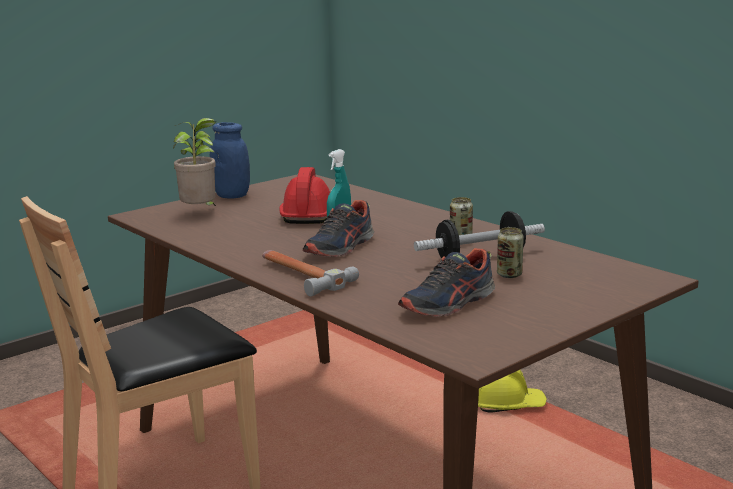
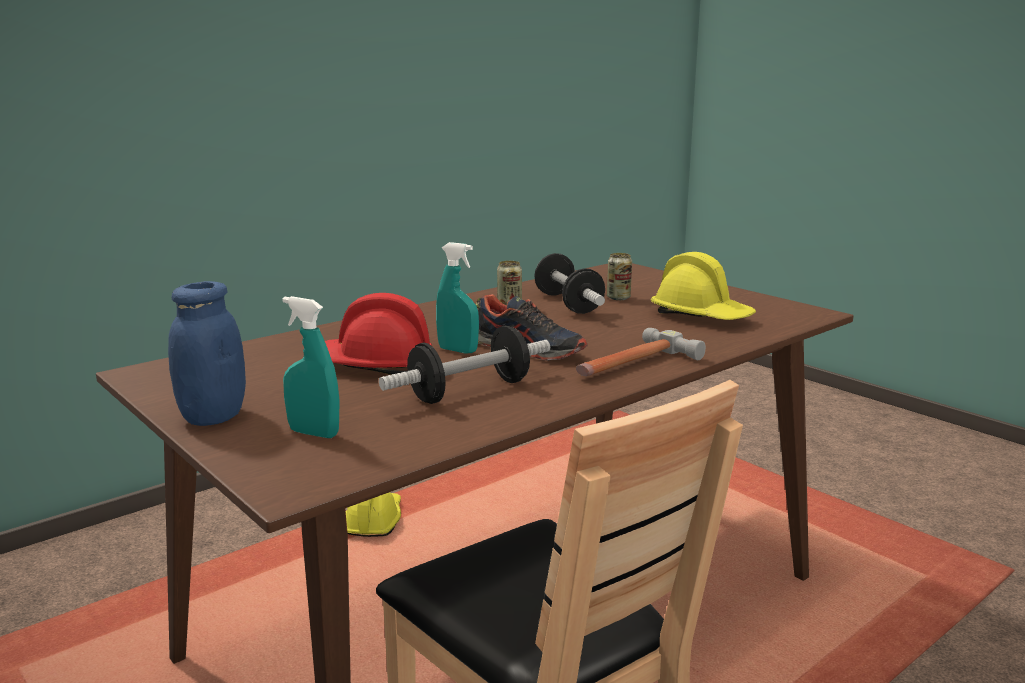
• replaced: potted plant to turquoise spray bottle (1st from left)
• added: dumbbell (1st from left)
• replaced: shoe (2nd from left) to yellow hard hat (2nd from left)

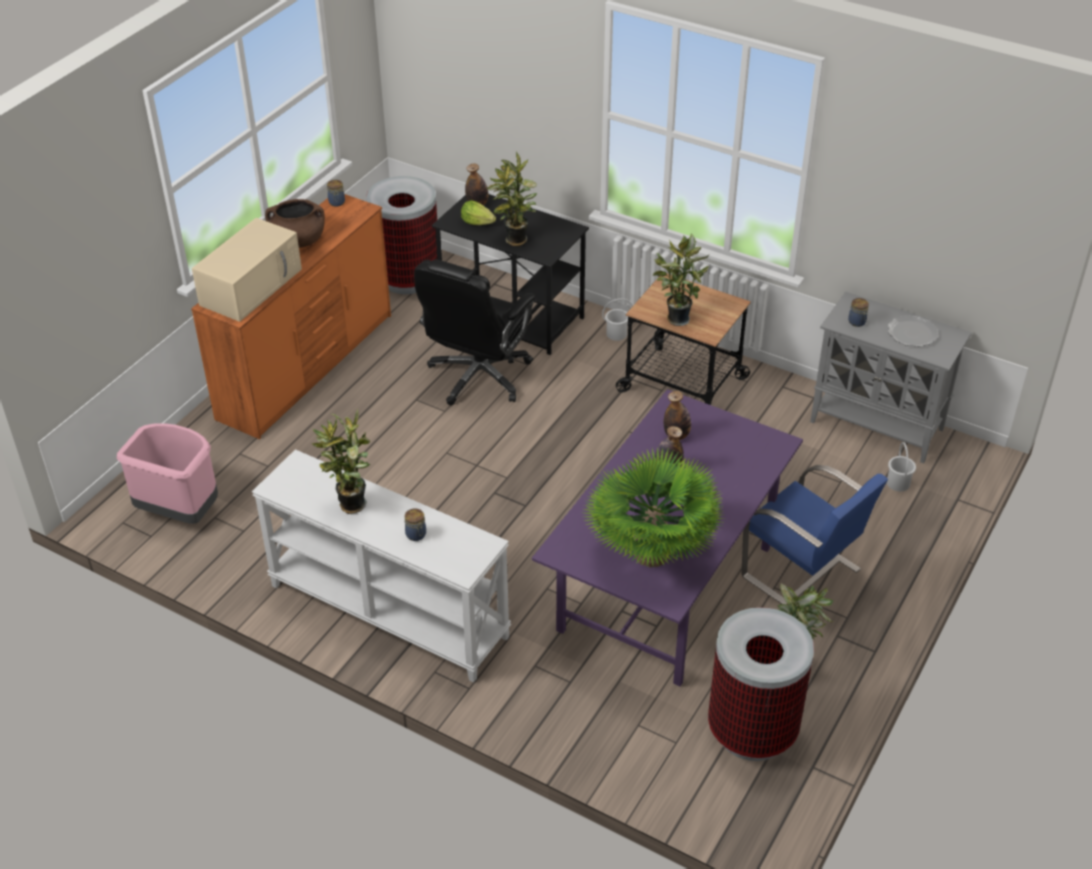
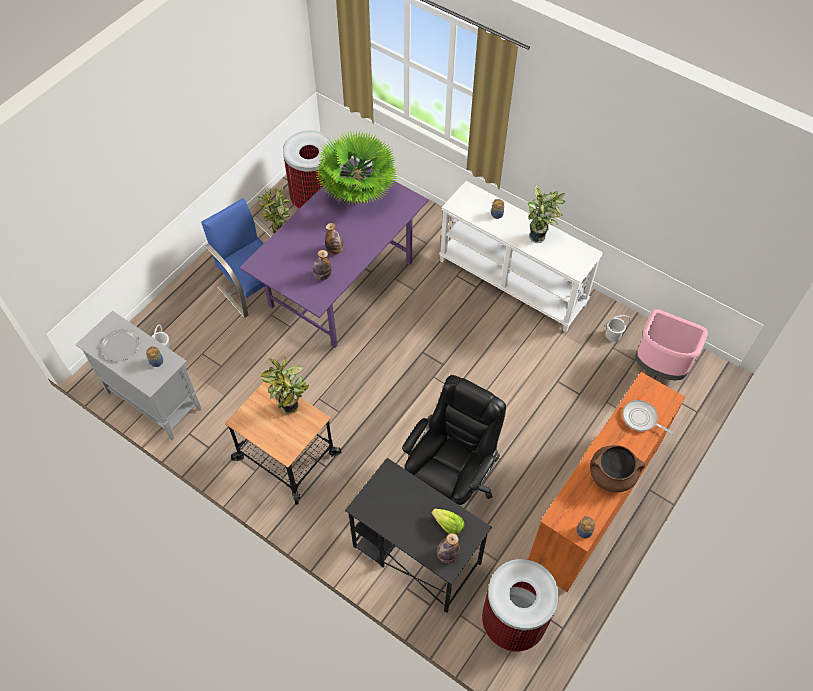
• moved: white bucket (1st from left in the first image) to white bucket (2nd from left)
• replaced: beige microwave to frying pan
• removed: potted plant (2nd from left)

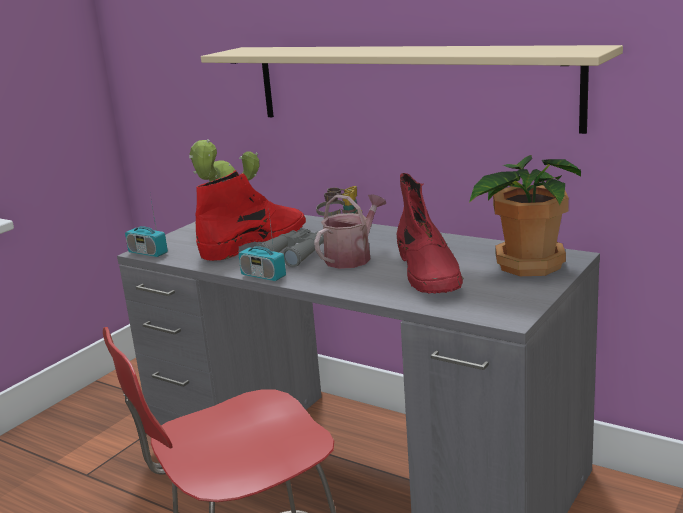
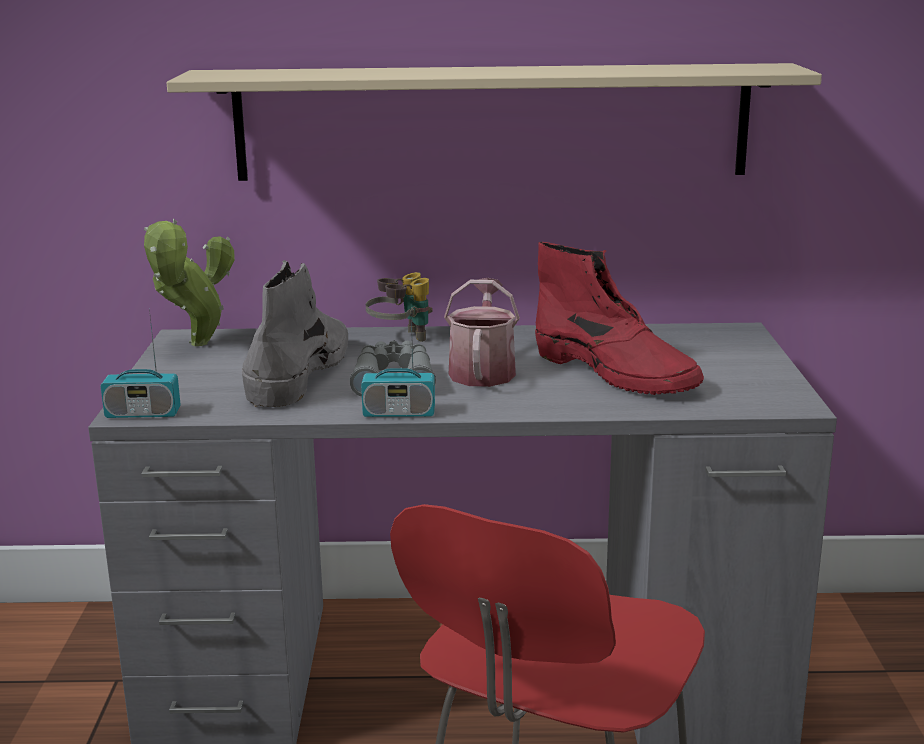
• recoloured: red boot (1st from left) to grey boot
• removed: potted plant (2nd from left)

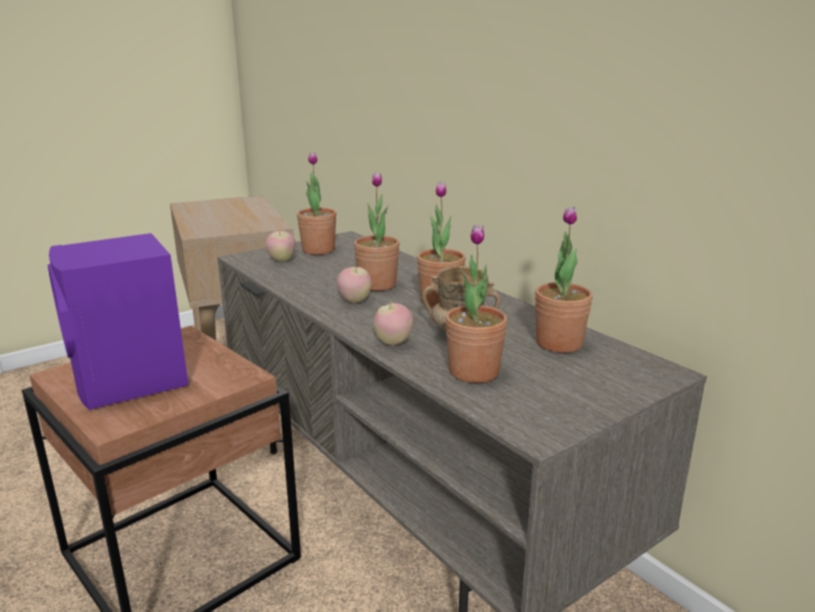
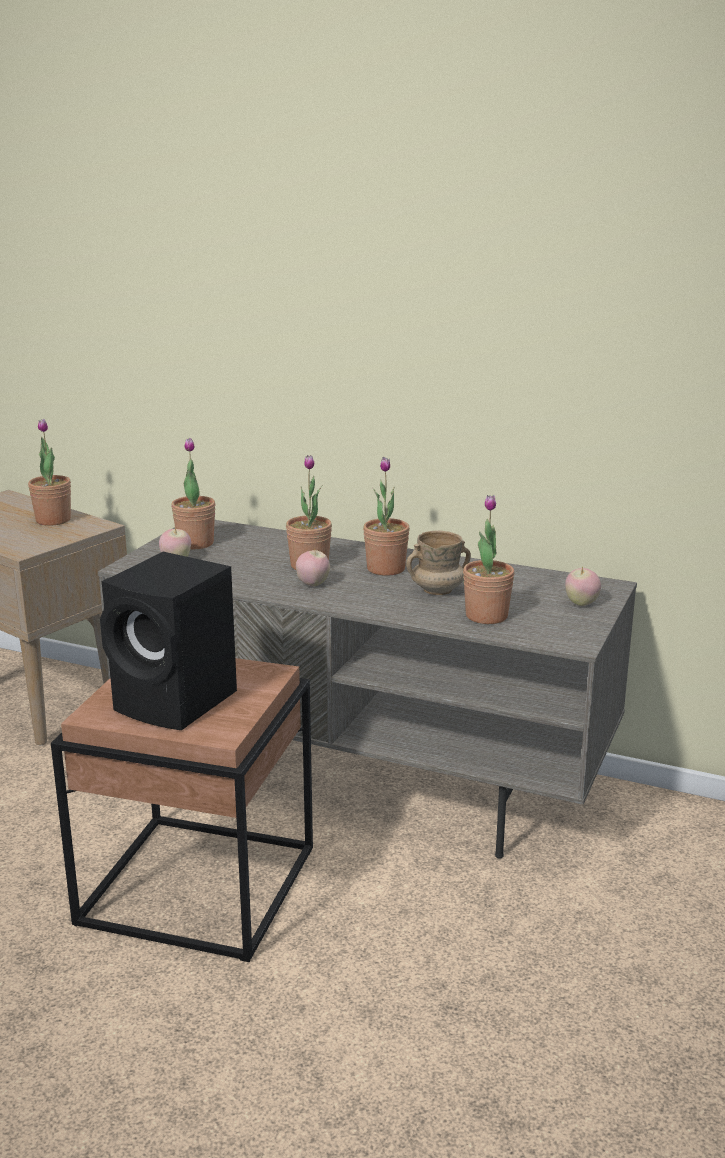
• moved: potted plant (5th from left in the first image) to potted plant (1st from left)
• recoloured: purple speaker to black speaker
• moved: apple (3rd from left)

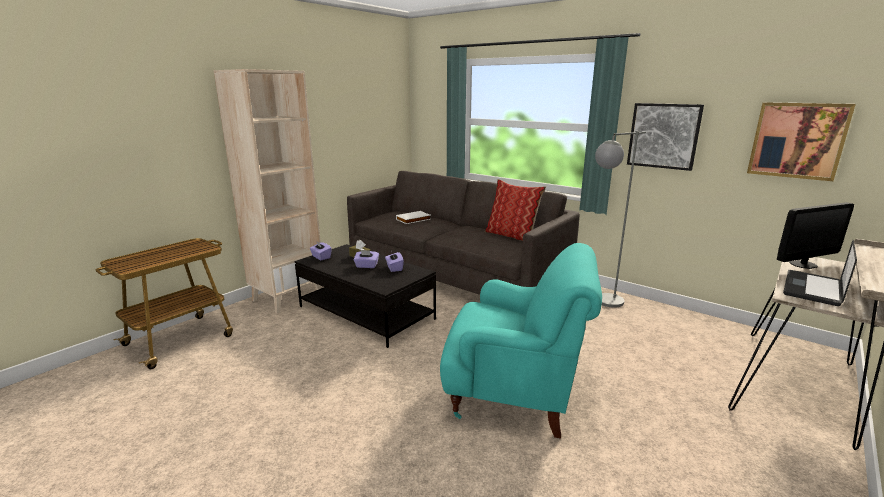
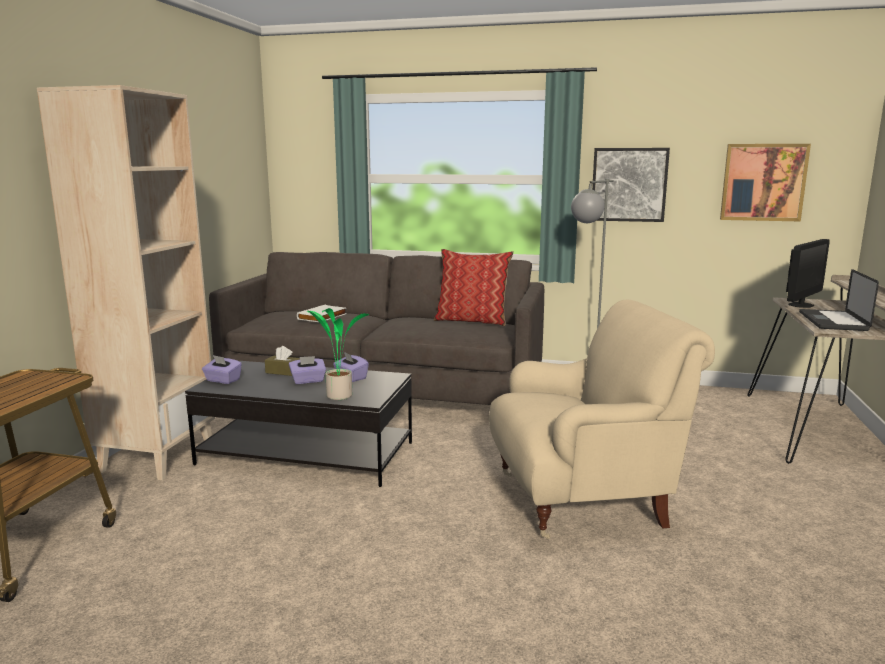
• added: potted plant
• recoloured: turquoise armchair to beige armchair

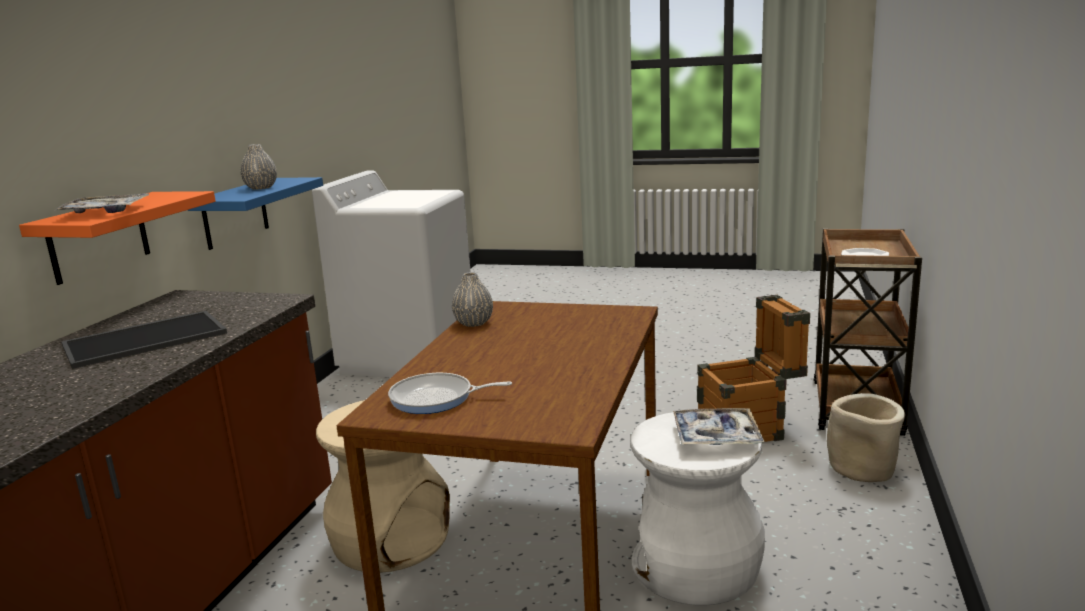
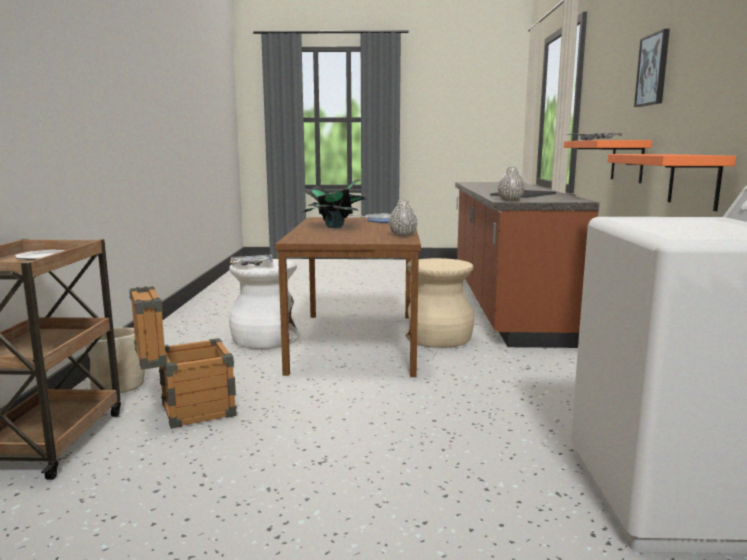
• added: potted plant
• moved: grey vase (1st from left in the first image) to grey vase (2nd from left)
• recoloured: blue shelf to orange shelf (2nd from left)
• added: picture

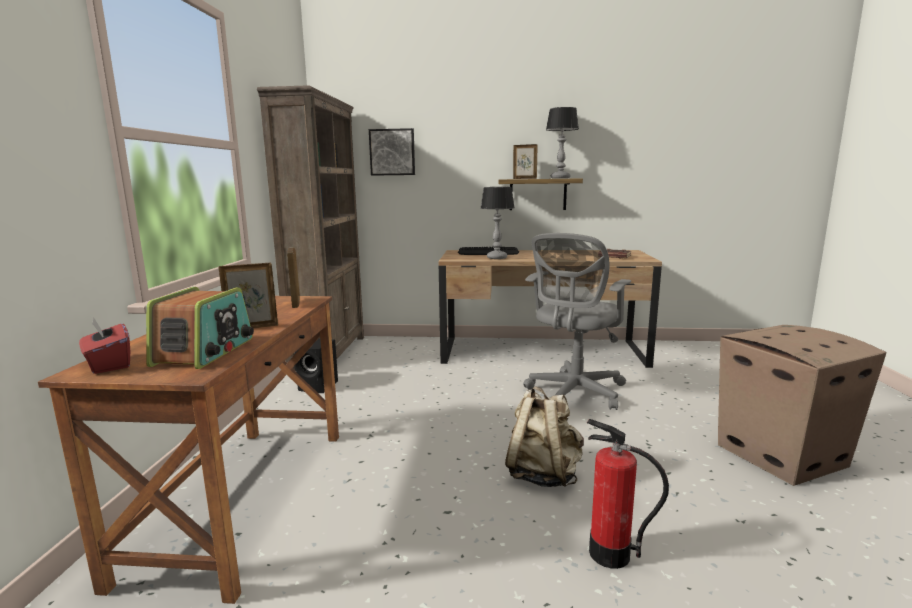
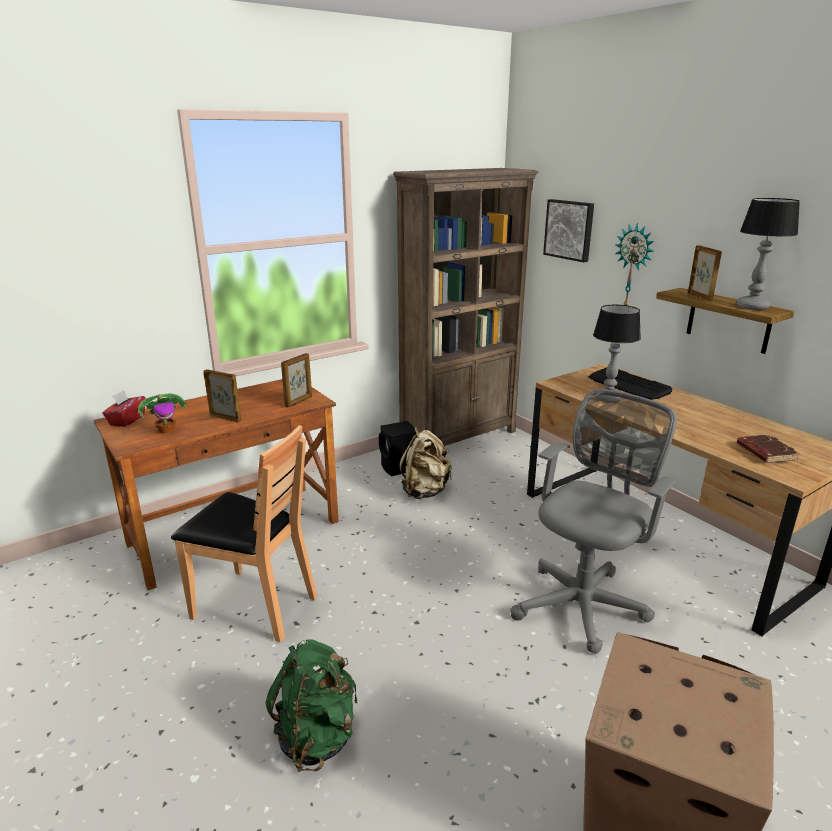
• replaced: radio to potted plant
• added: brown chair
• replaced: fire extinguisher to green backpack
• moved: beige backpack
• turned: grey office chair 135 degrees clockwise
• added: wall clock

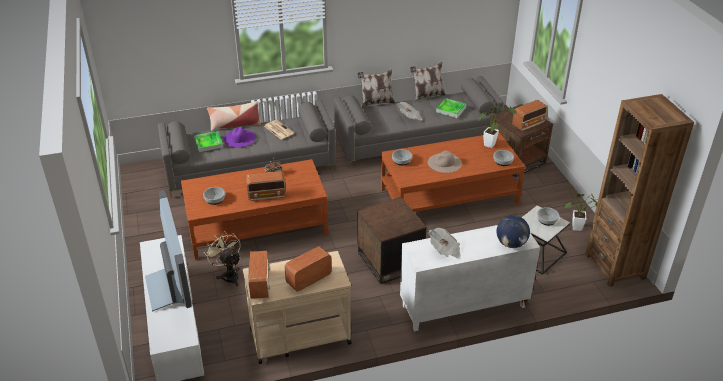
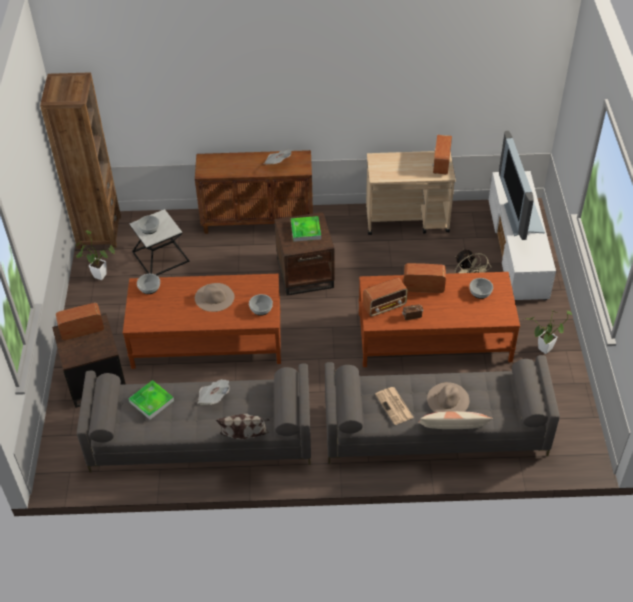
• recoloured: white cabinet to brown cabinet
• moved: tray (1st from left in the first image) to tray (2nd from left)
• moved: radio (4th from left in the first image) to radio (2nd from left)
• recoloured: purple hat to beige hat (2nd from left)
• moved: potted plant (1st from left in the first image) to potted plant (2nd from left)
• removed: pillow (3rd from left)
• removed: globe

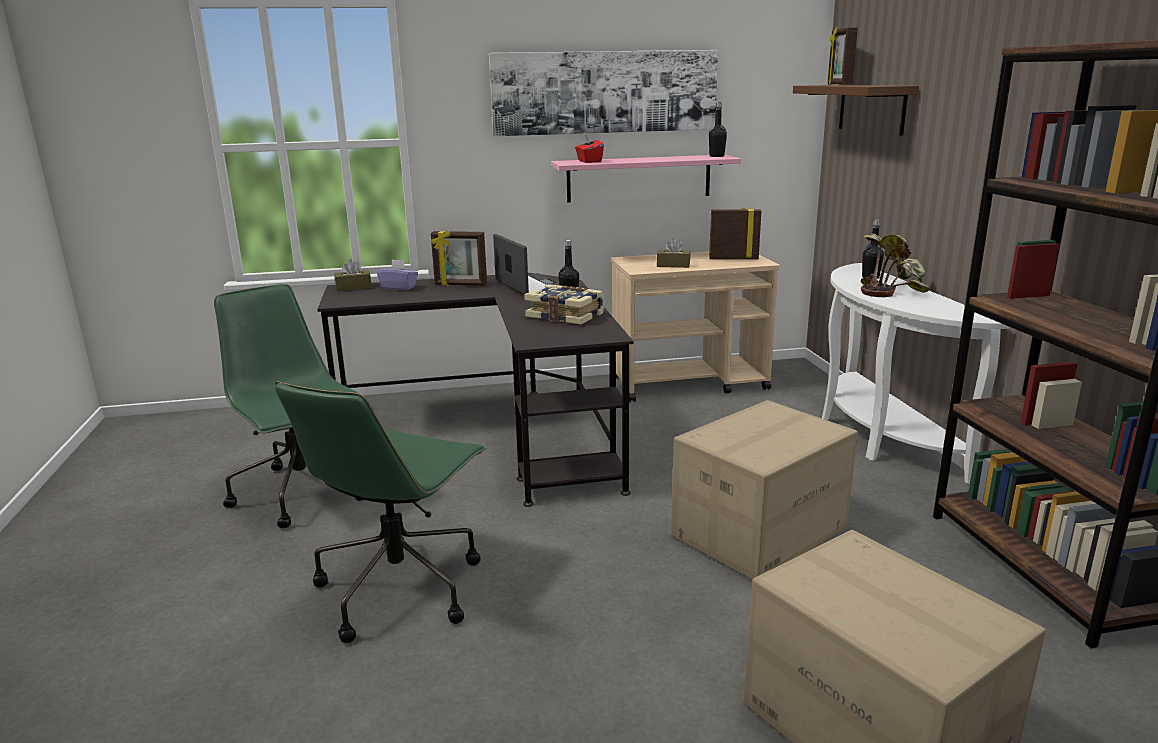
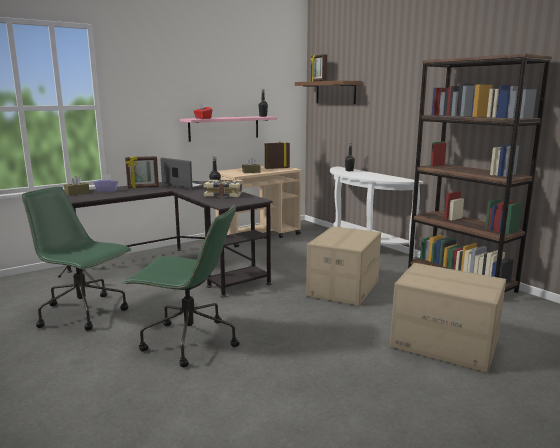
• turned: green office chair (2nd from left) 75 degrees counterclockwise
• removed: picture
• removed: potted plant

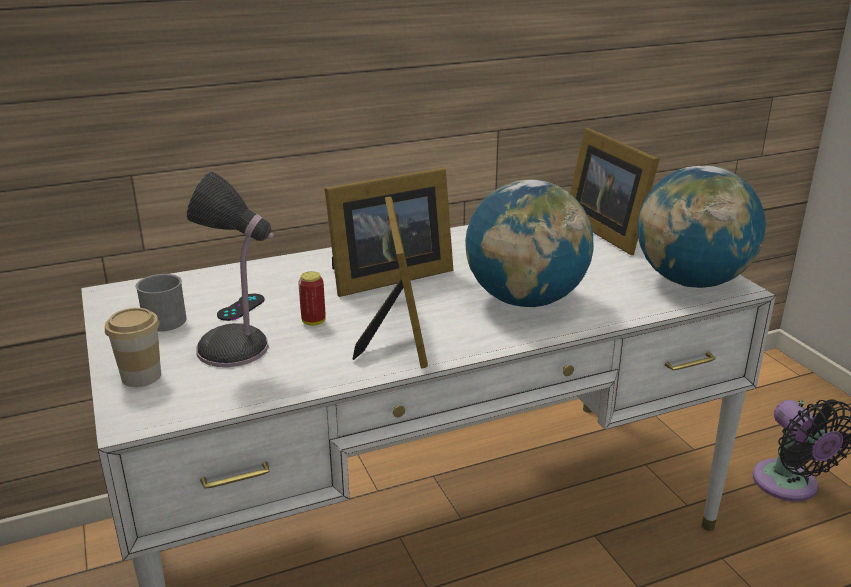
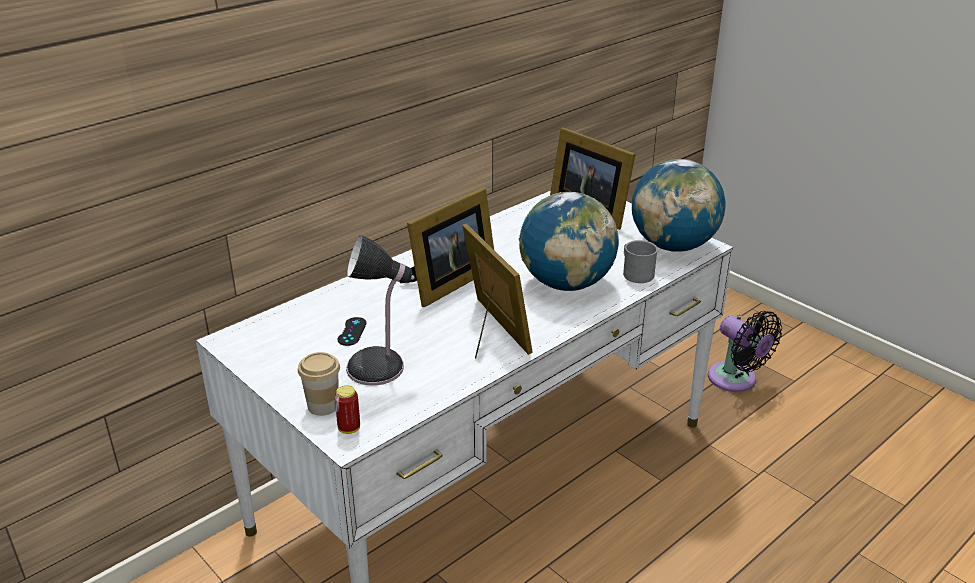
• moved: can
• moved: grey mug

